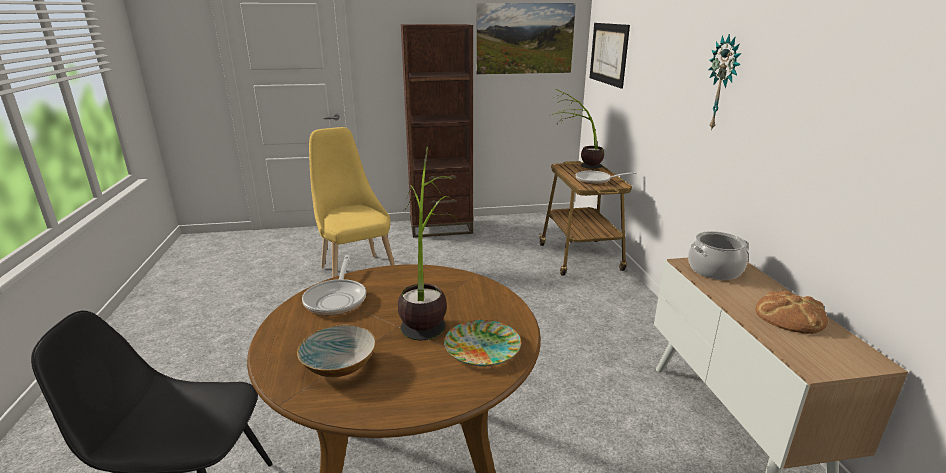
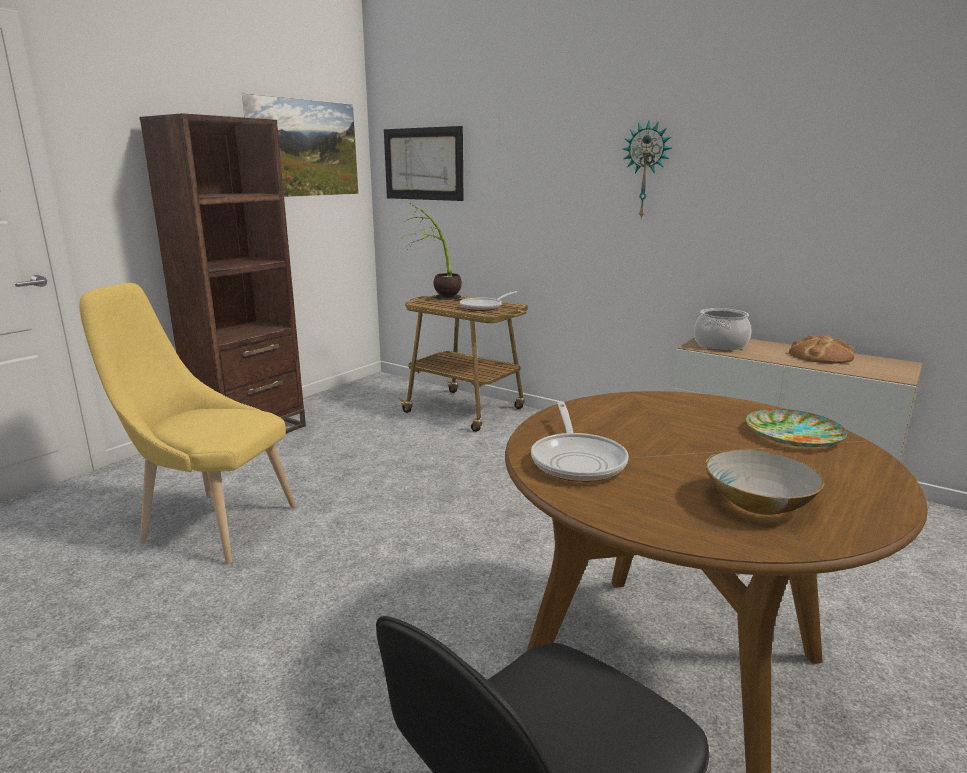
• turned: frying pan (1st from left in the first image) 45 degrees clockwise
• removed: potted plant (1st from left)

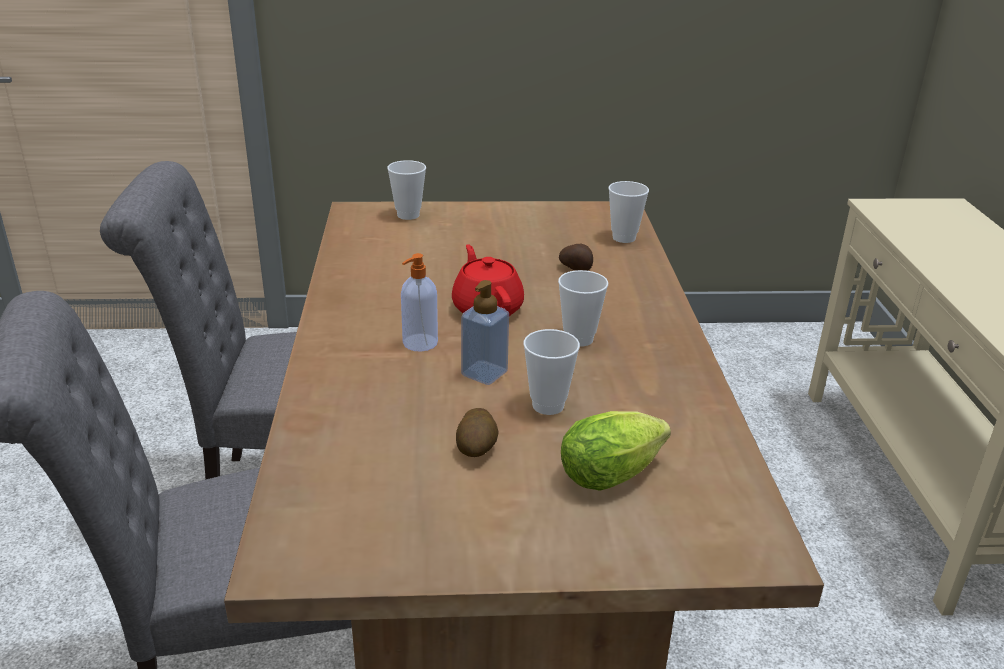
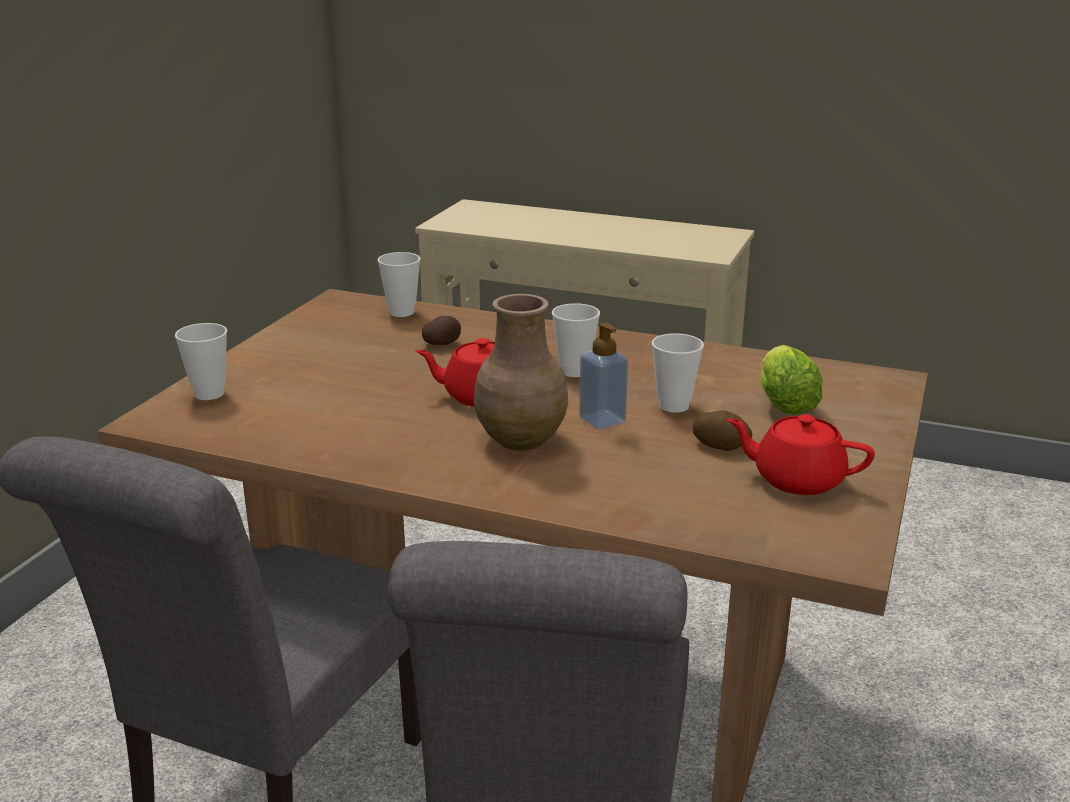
• replaced: soap dispenser (1st from left) to brown vase
• added: red teapot (2nd from left)

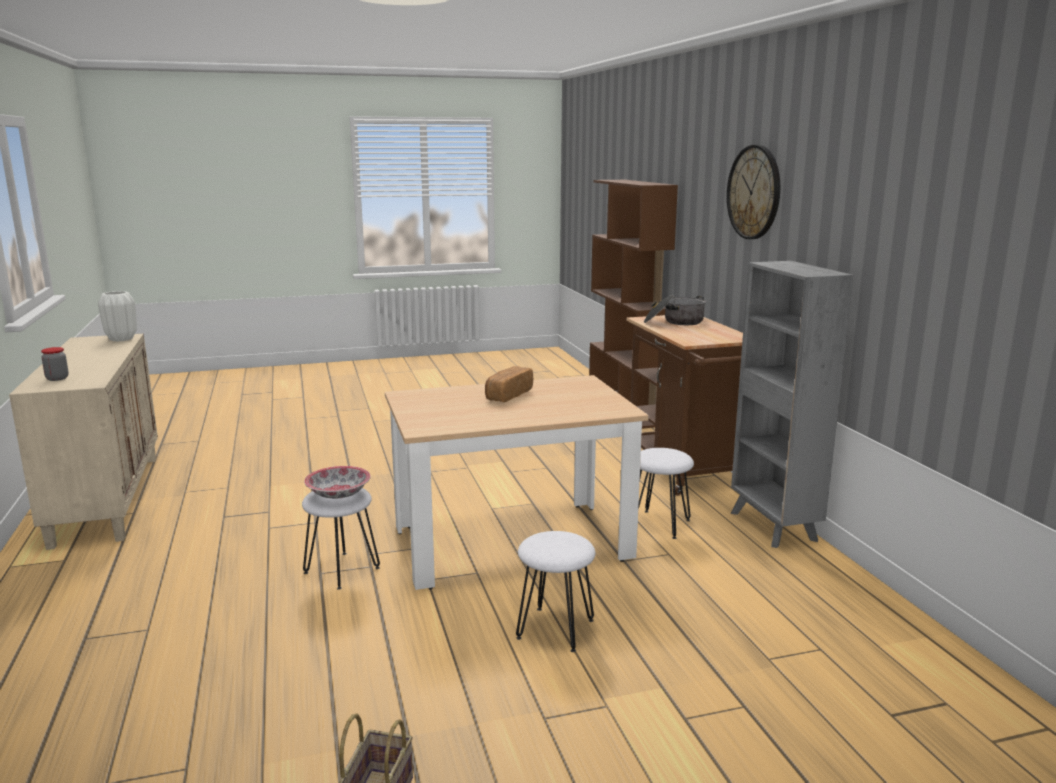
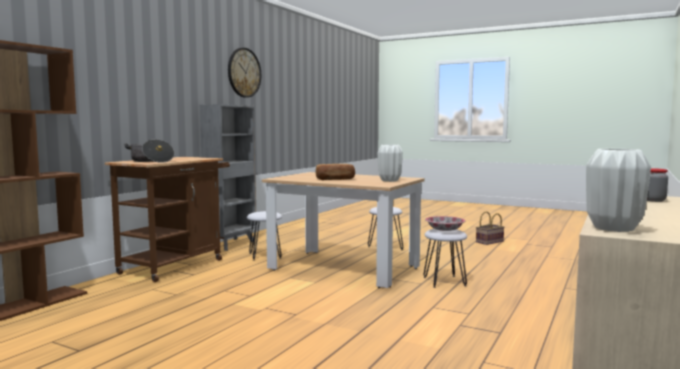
• moved: wall clock
• added: white vase (1st from left)

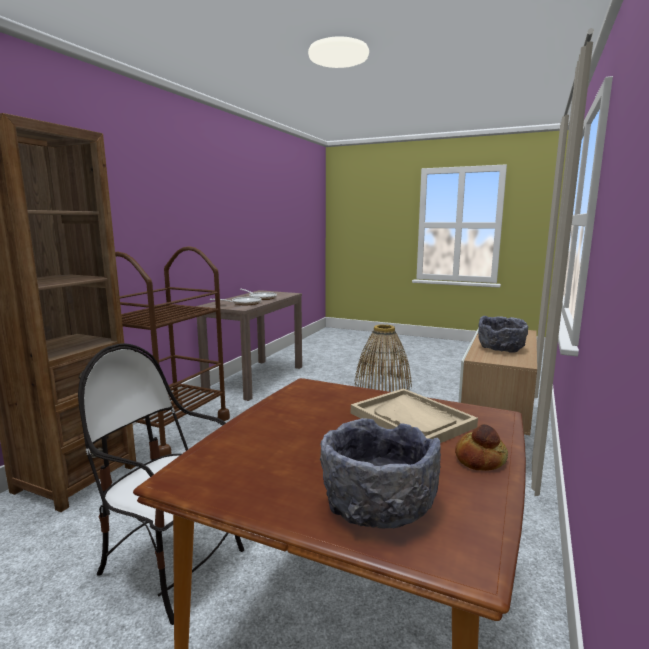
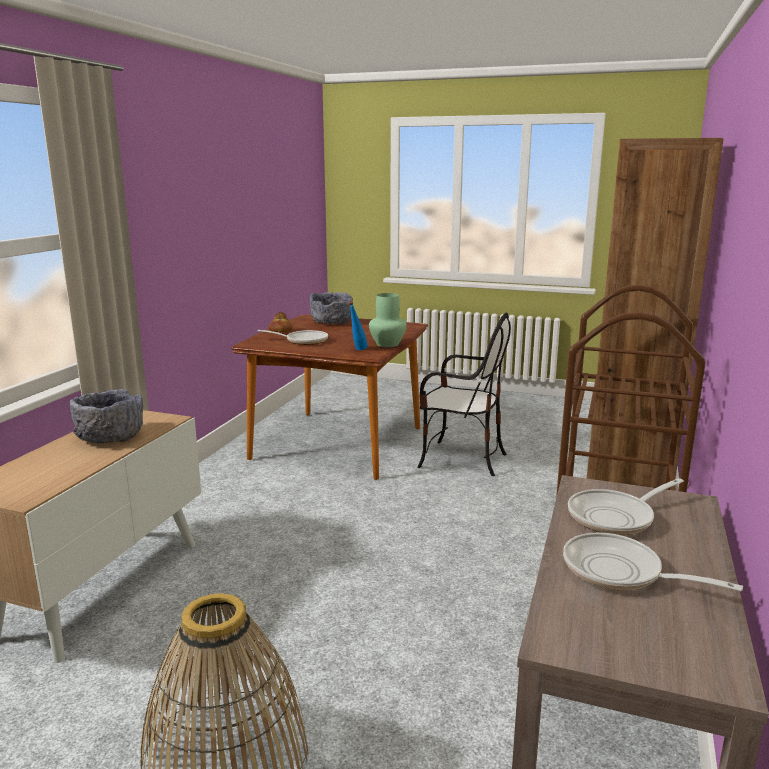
• replaced: beige tray to frying pan (1st from left)
• added: blue bottle
• added: green vase

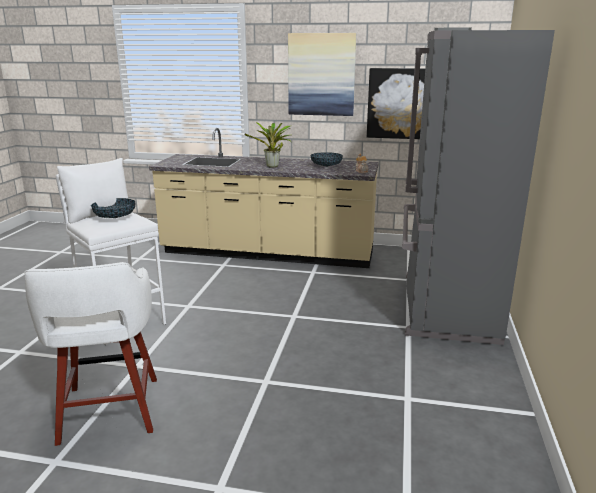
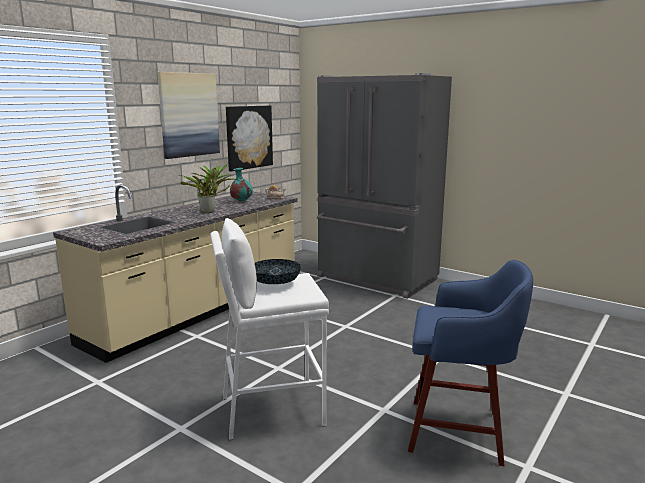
• replaced: bowl (2nd from left) to turquoise vase
• recoloured: white stool (1st from left) to blue stool

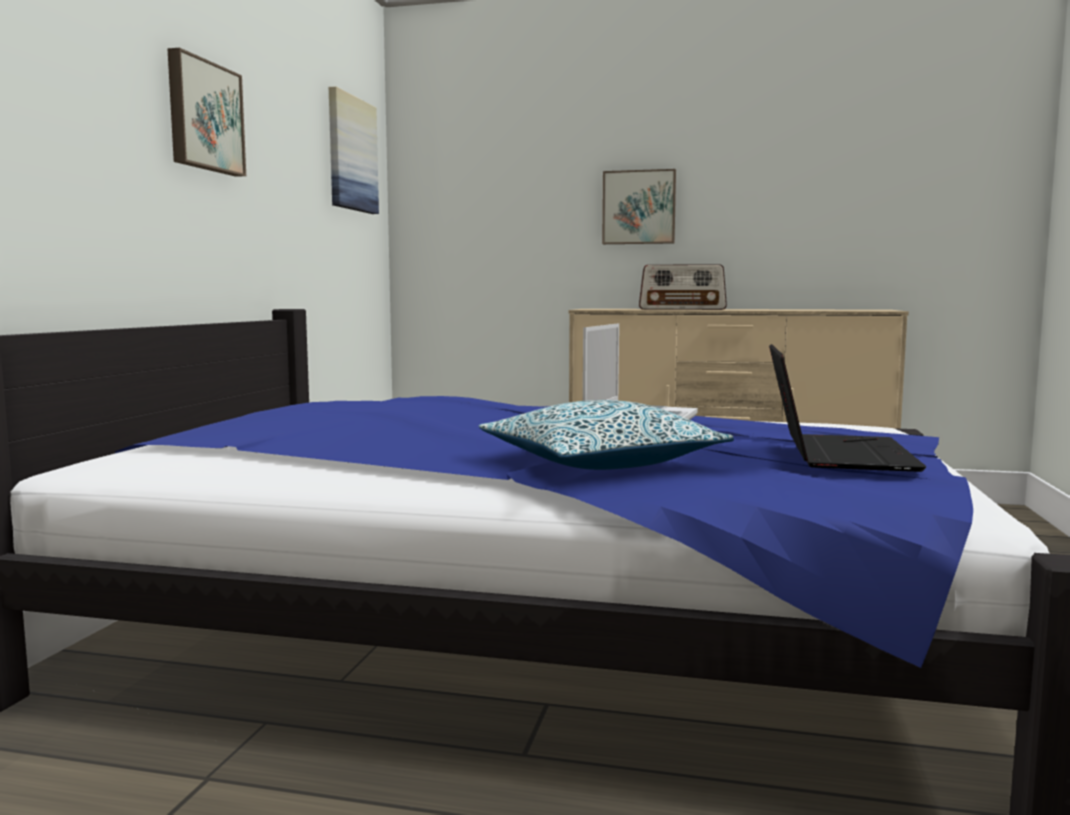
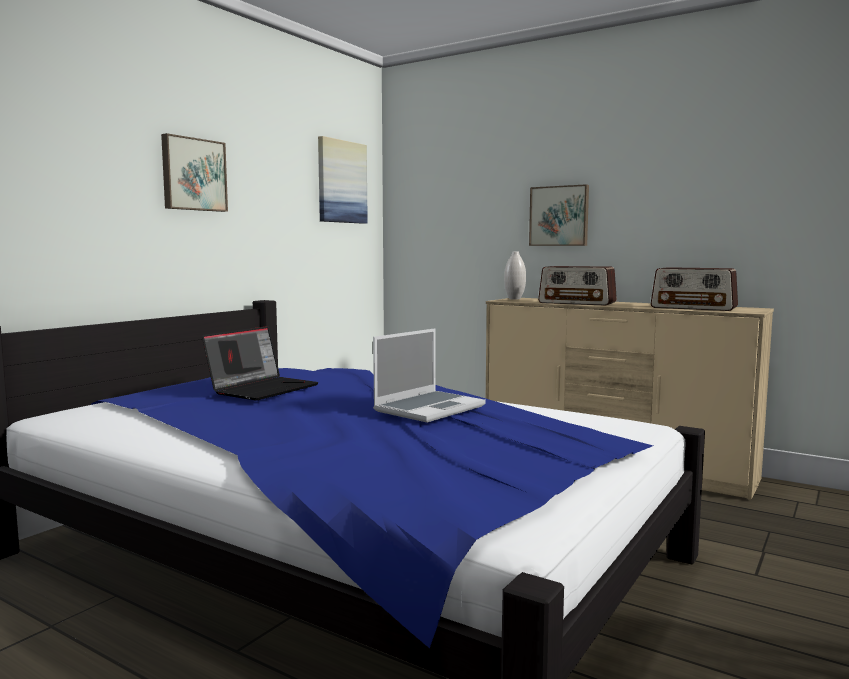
• moved: laptop (2nd from left in the first image) to laptop (1st from left)
• added: white vase
• added: radio (2nd from left)
• removed: pillow

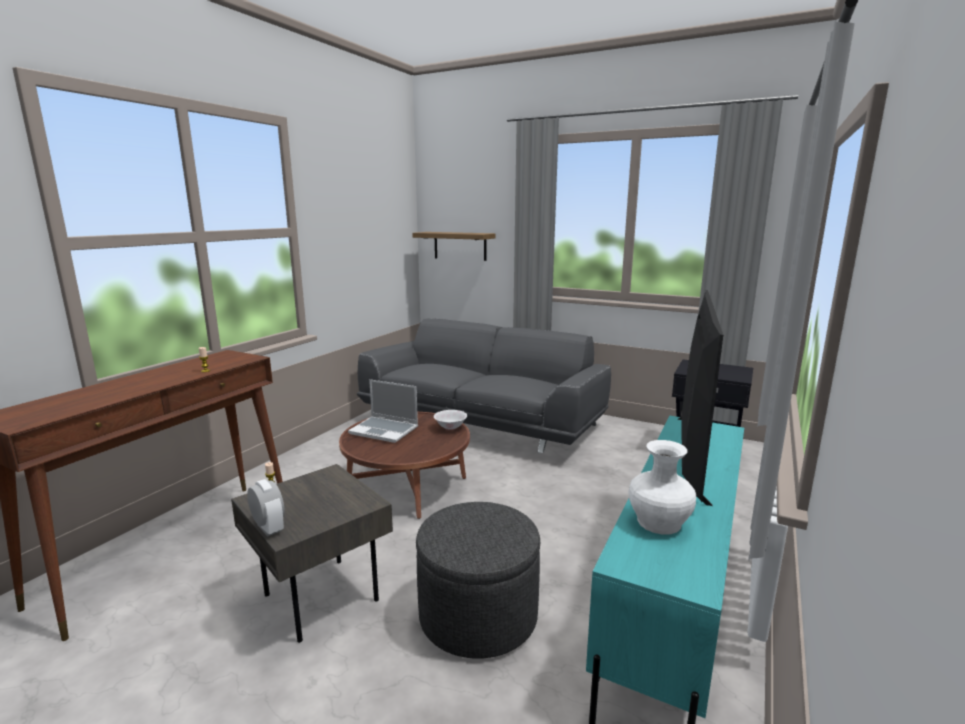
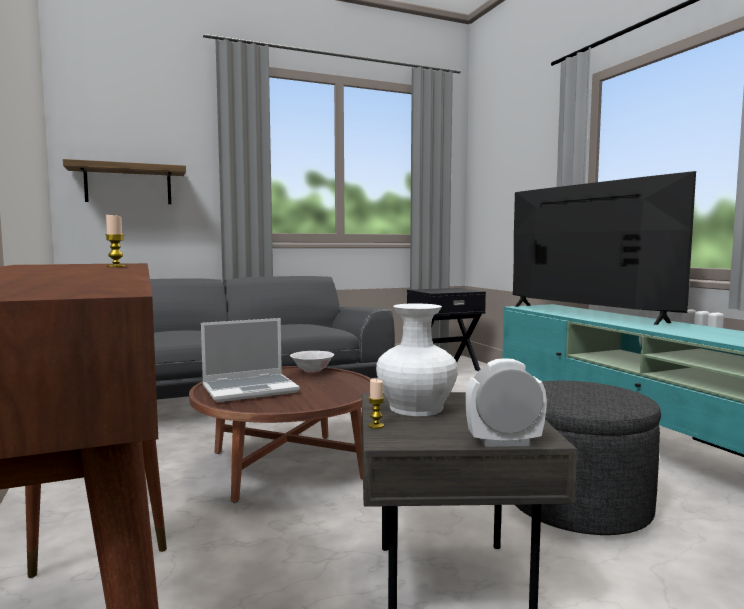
• moved: white vase

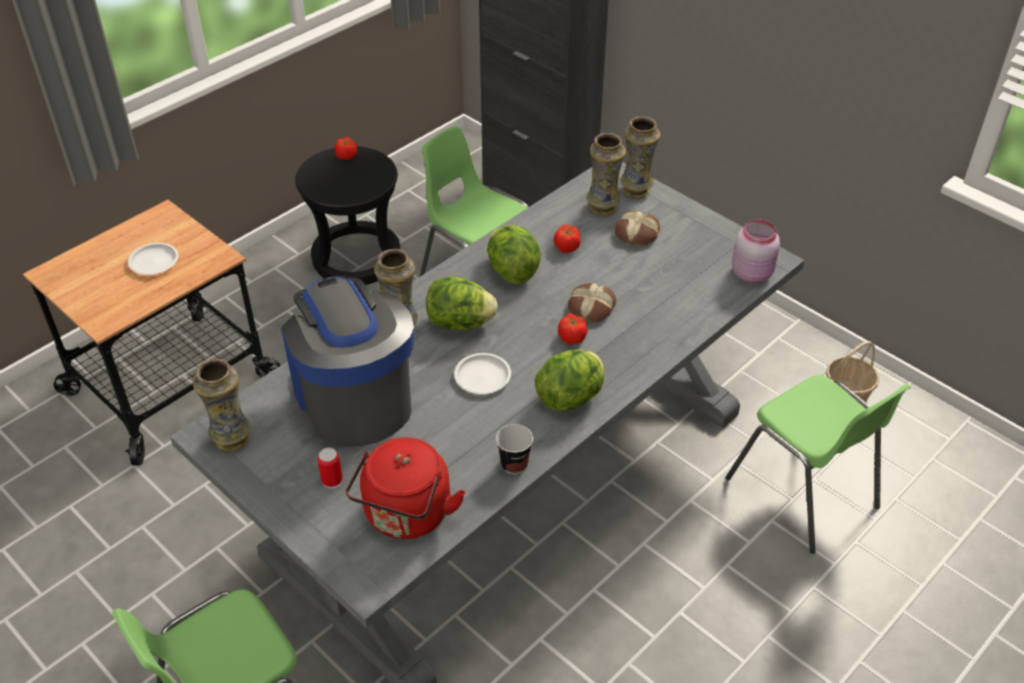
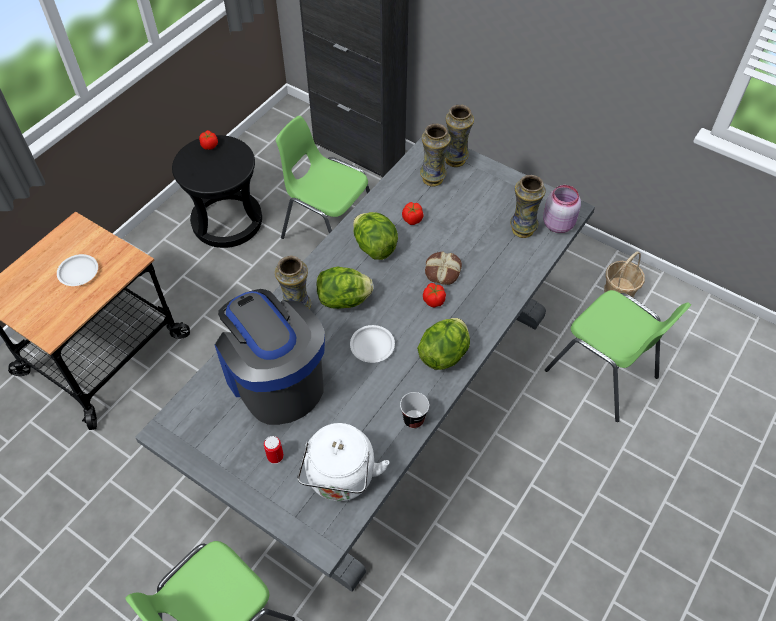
• recoloured: red kettle to white kettle
• moved: vase (1st from left in the first image) to vase (4th from left)
• removed: bread (2nd from left)

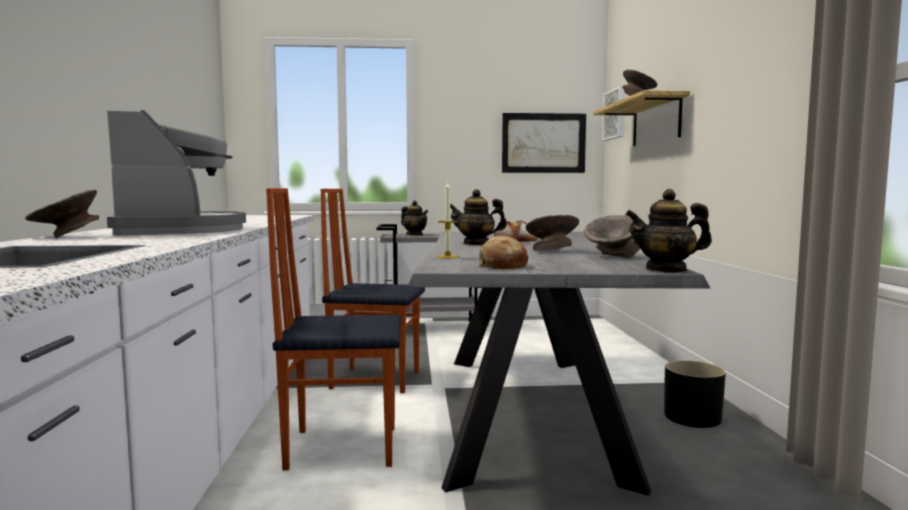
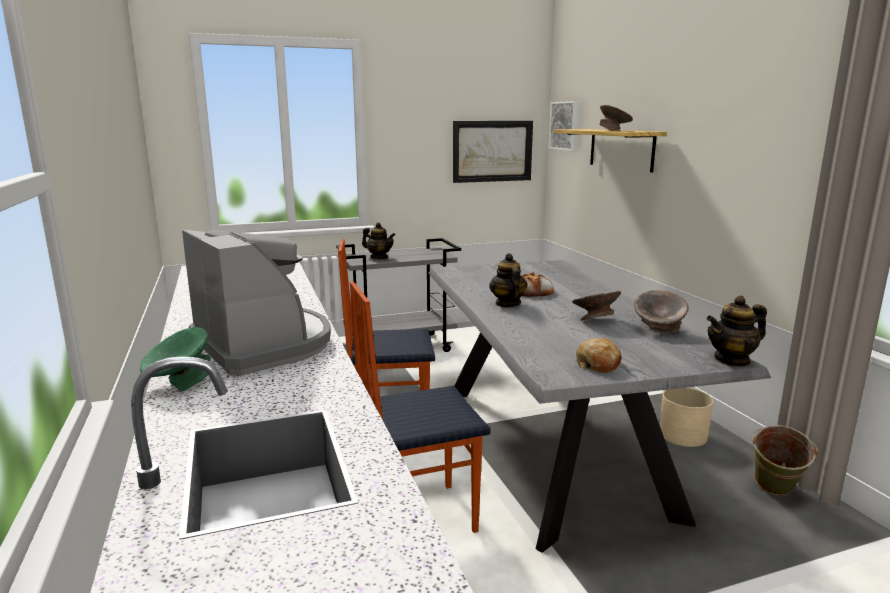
• recoloured: grey bowl (1st from left) to green bowl
• turned: teapot (2nd from left) 90 degrees clockwise
• recoloured: black planter to beige planter
• added: green bucket
• removed: candle

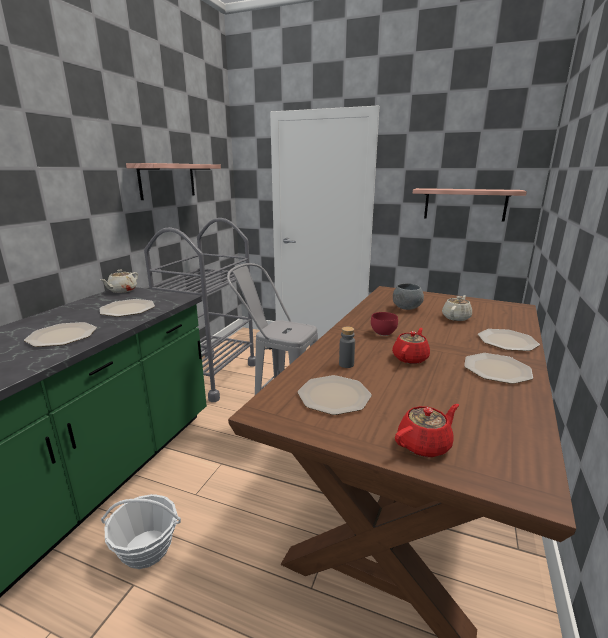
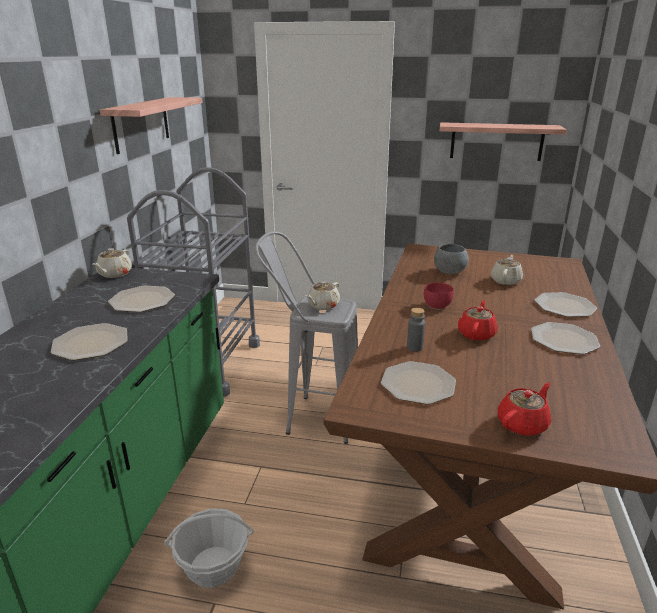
• added: beige teapot (2nd from left)

